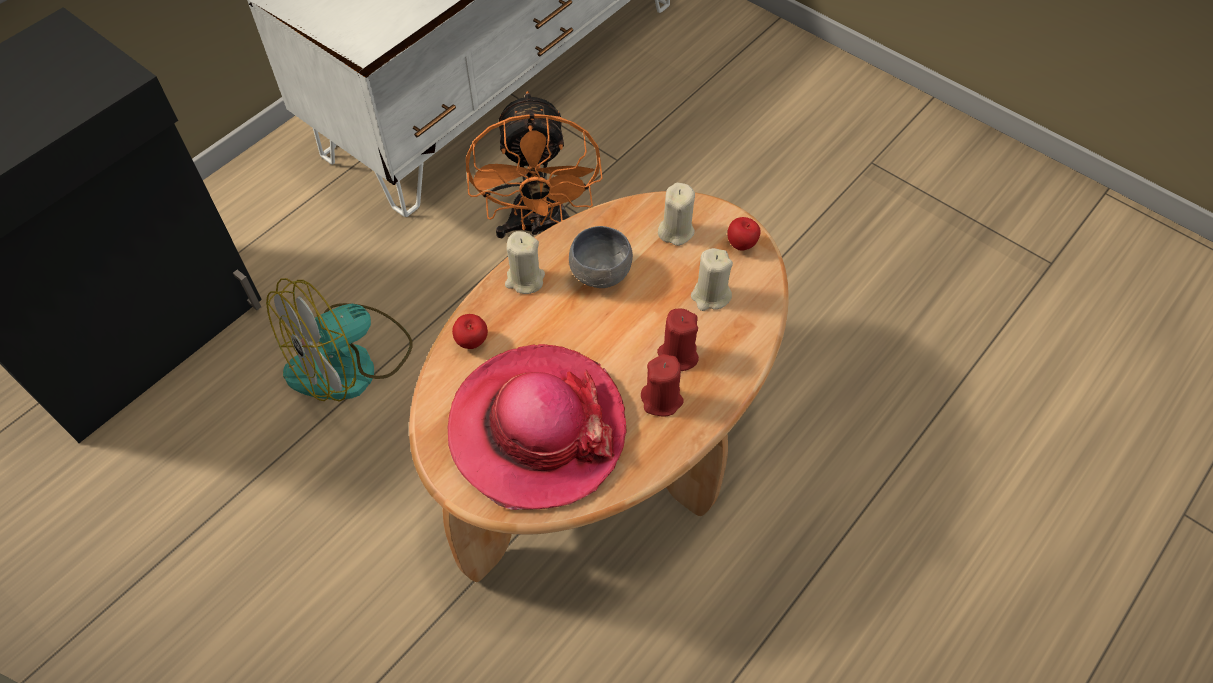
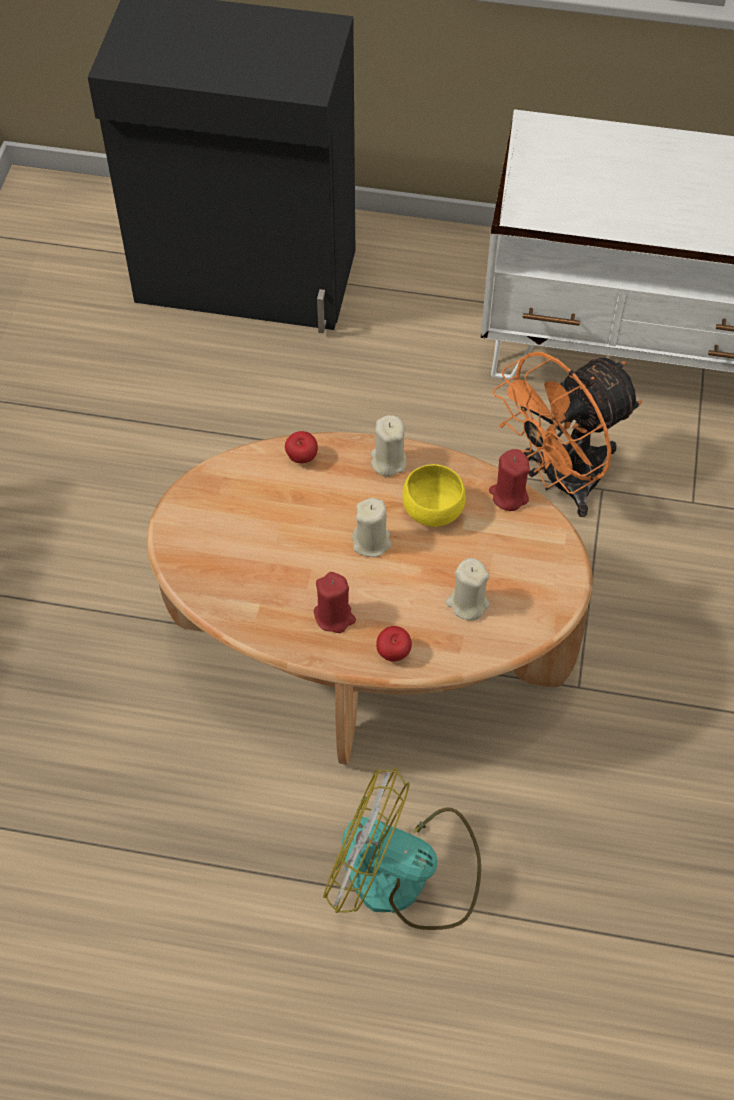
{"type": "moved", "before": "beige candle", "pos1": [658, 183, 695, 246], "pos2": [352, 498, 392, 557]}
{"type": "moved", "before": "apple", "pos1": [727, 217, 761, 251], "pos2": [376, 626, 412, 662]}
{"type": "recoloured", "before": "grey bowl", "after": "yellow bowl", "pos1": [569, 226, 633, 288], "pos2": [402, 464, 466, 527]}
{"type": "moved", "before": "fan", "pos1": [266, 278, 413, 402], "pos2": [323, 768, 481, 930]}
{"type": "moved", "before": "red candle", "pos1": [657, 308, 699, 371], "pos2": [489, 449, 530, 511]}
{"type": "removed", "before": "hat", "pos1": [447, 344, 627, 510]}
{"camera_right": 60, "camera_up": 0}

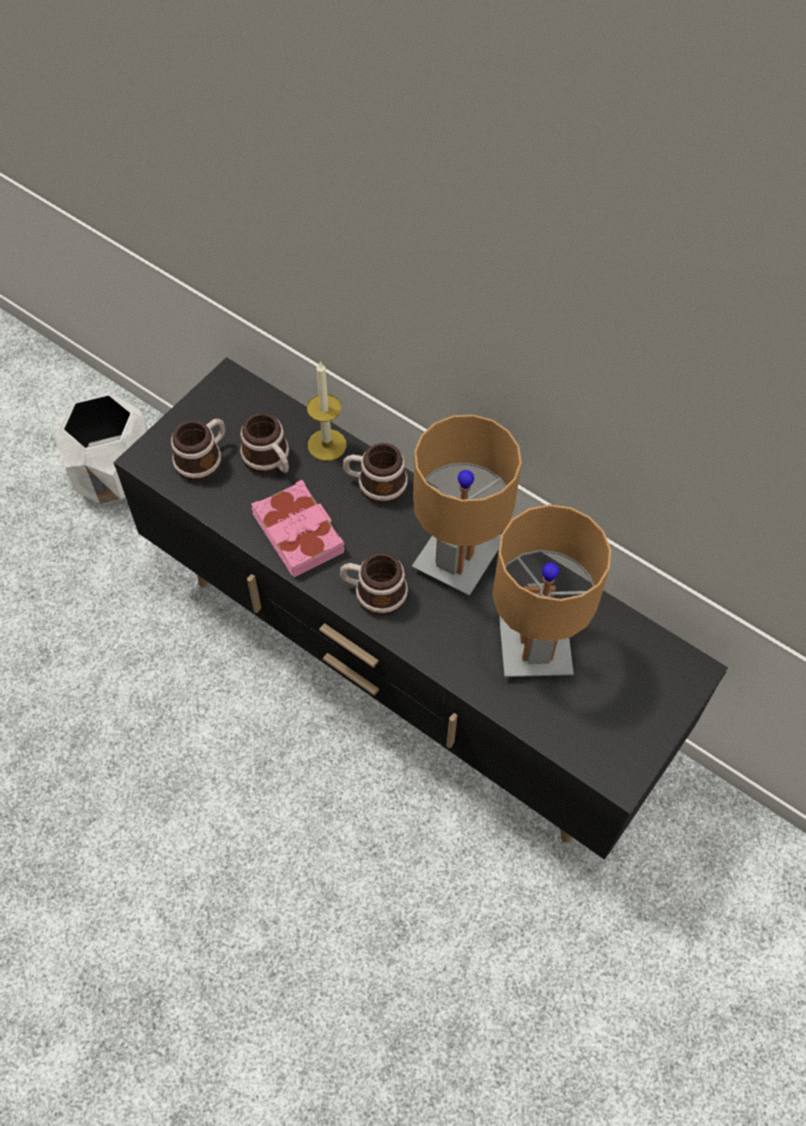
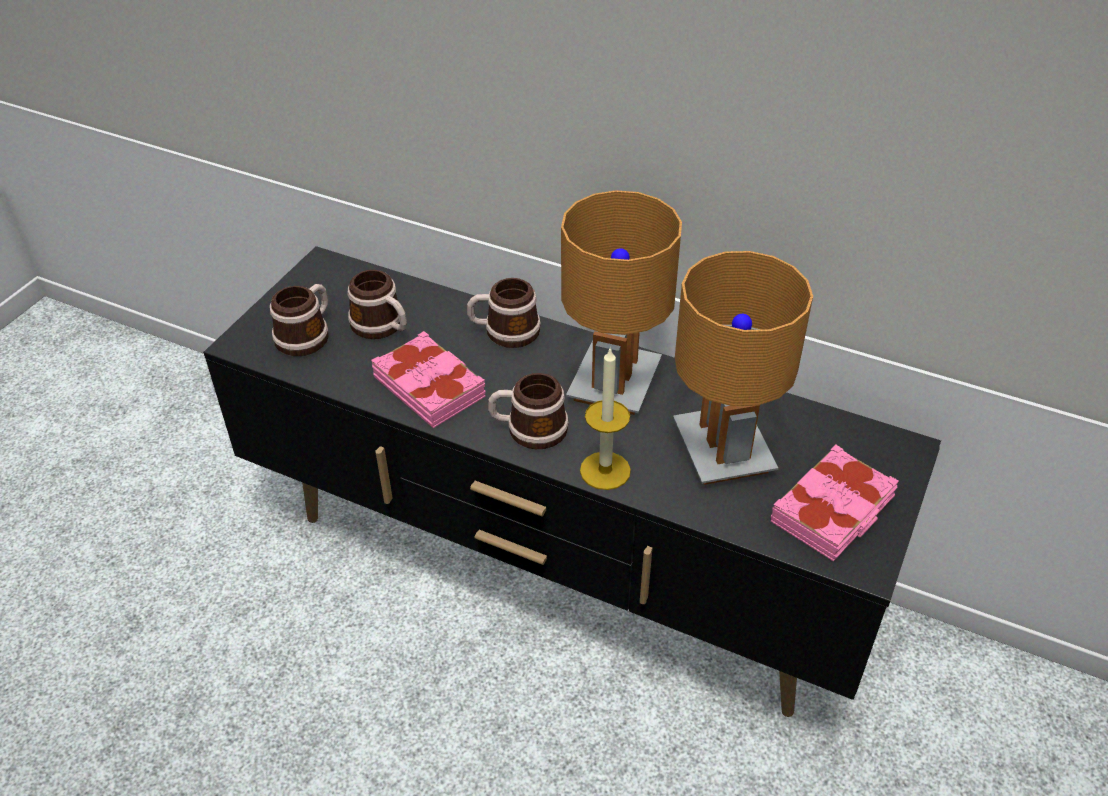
{"type": "moved", "before": "candle", "pos1": [307, 361, 346, 461], "pos2": [580, 347, 631, 490]}
{"type": "removed", "before": "white planter", "pos1": [56, 394, 148, 504]}
{"type": "added", "after": "pink book", "pos2": [771, 444, 899, 562]}
{"camera_right": -10, "camera_up": -15}

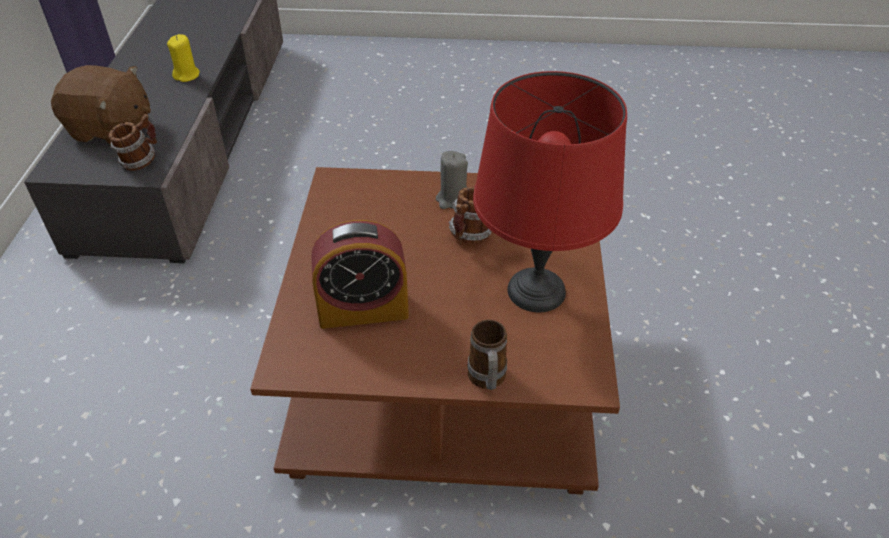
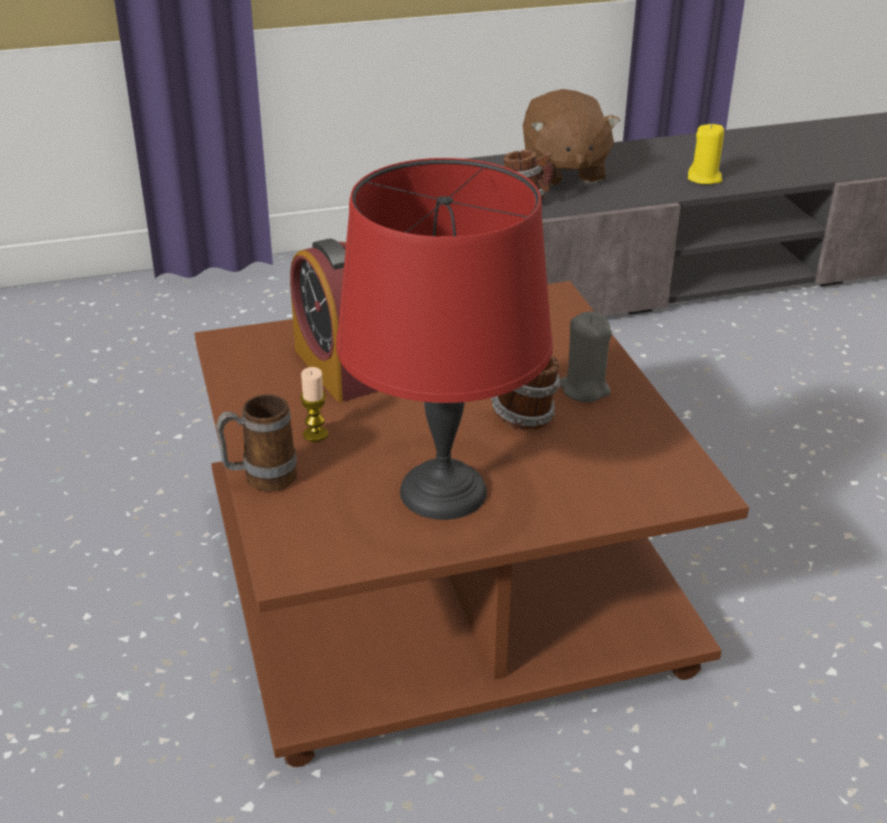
{"type": "added", "after": "candle", "pos2": [300, 367, 328, 442]}
{"camera_right": 70, "camera_up": -10}

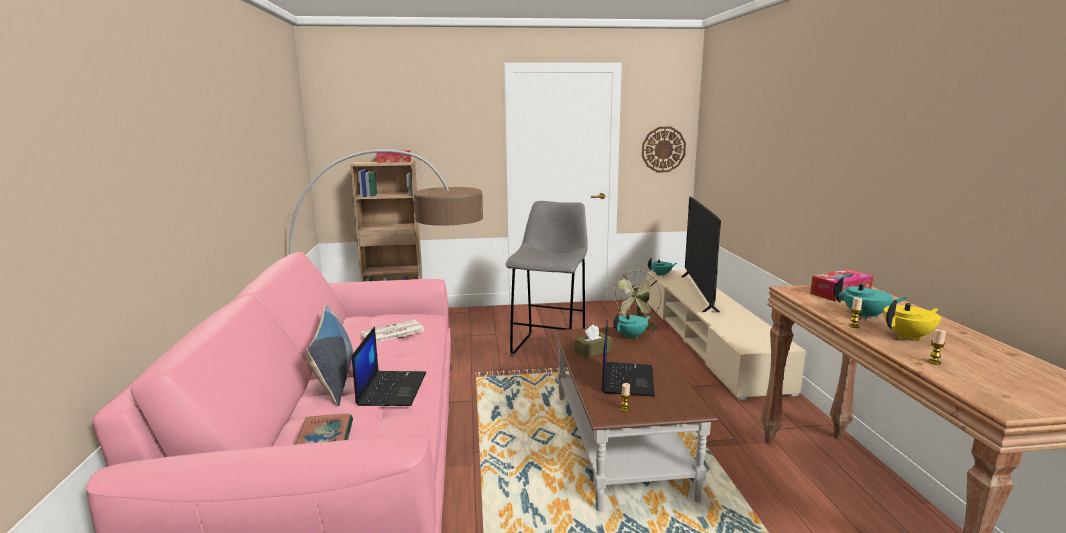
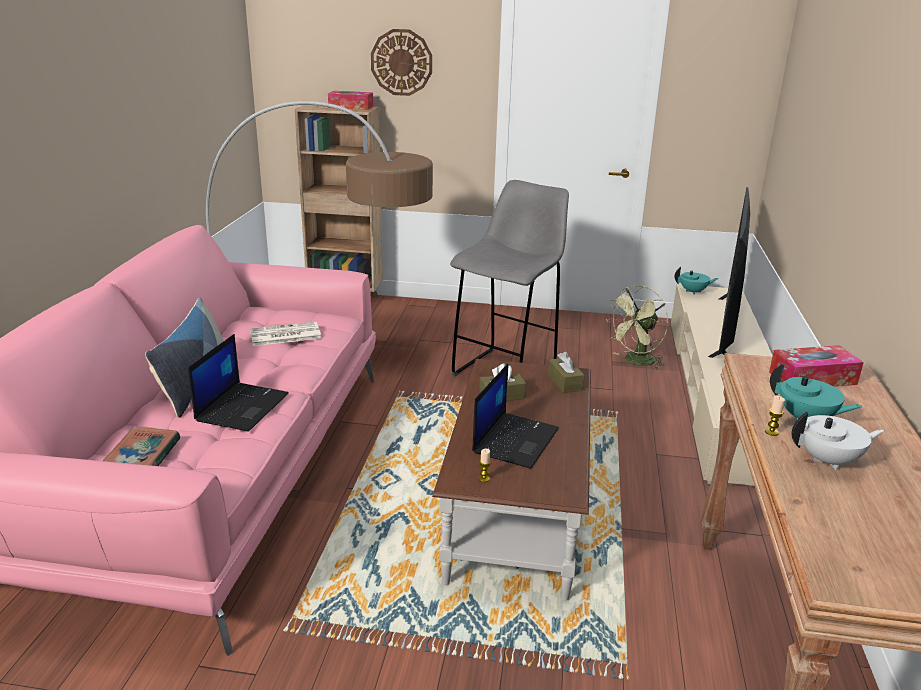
{"type": "moved", "before": "wall clock", "pos1": [642, 127, 686, 173], "pos2": [371, 29, 432, 96]}
{"type": "recoloured", "before": "yellow teapot", "after": "white teapot", "pos1": [884, 300, 941, 342], "pos2": [792, 412, 884, 471]}
{"type": "replaced", "before": "turquoise teapot", "after": "brown tissue box", "pos1": [613, 313, 650, 339], "pos2": [548, 352, 585, 393]}
{"type": "removed", "before": "candle", "pos1": [927, 329, 946, 365]}
{"camera_right": 15, "camera_up": 10}

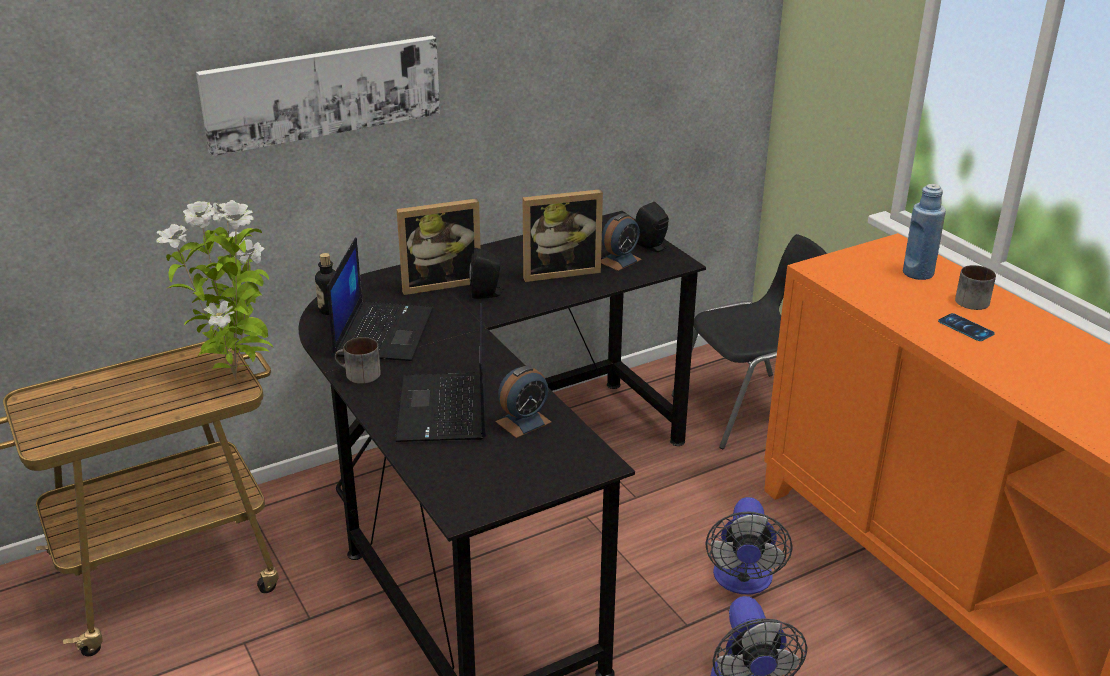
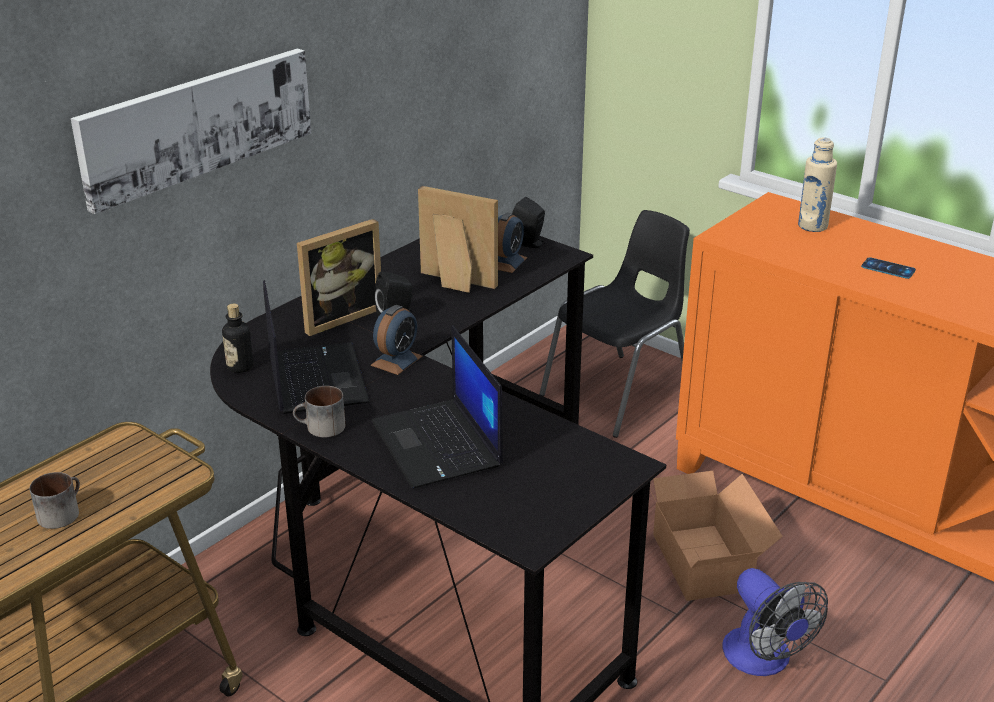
{"type": "recoloured", "before": "blue bottle", "after": "beige bottle", "pos1": [903, 184, 946, 280], "pos2": [798, 137, 837, 232]}
{"type": "turned", "before": "picture frame", "pos1": [522, 189, 603, 282], "pos2": [418, 186, 498, 293], "turn": -120}
{"type": "removed", "before": "potted plant", "pos1": [156, 200, 274, 380]}
{"type": "moved", "before": "mug", "pos1": [955, 265, 996, 310], "pos2": [30, 472, 80, 529]}
{"type": "moved", "before": "alarm clock", "pos1": [496, 366, 552, 438], "pos2": [371, 305, 422, 375]}
{"type": "replaced", "before": "fan", "after": "cardboard box", "pos1": [706, 497, 793, 594], "pos2": [650, 471, 783, 601]}
{"camera_right": -20, "camera_up": 0}

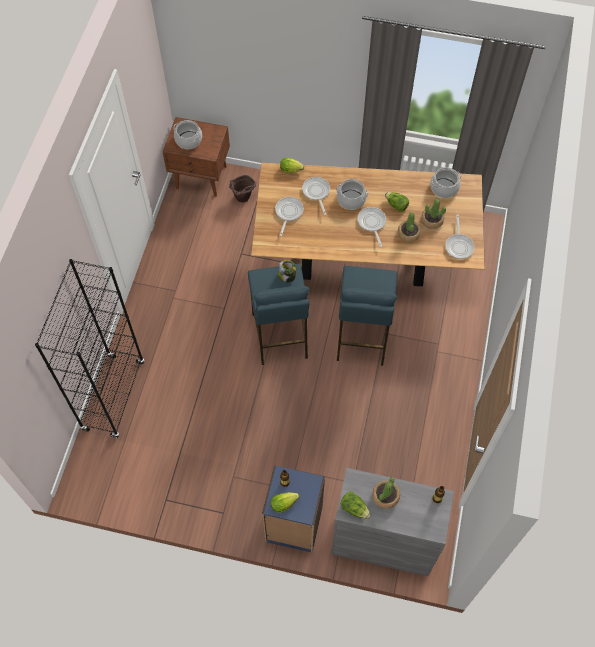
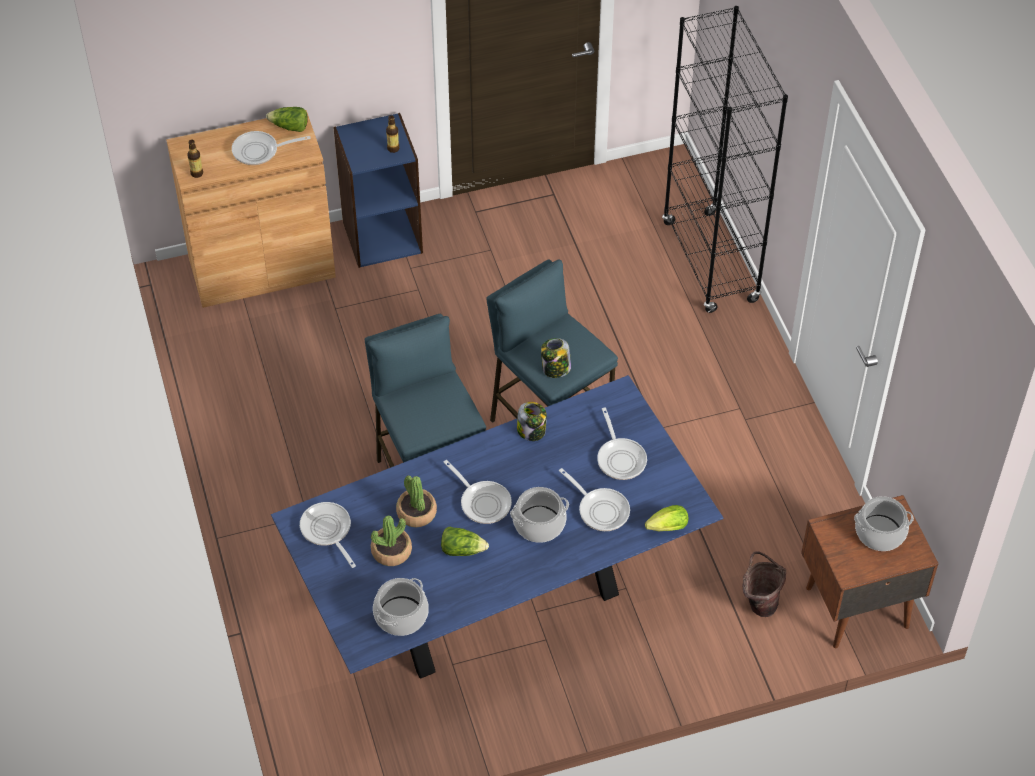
{"type": "recoloured", "before": "brown dining table", "after": "blue dining table", "pos1": [251, 163, 485, 286], "pos2": [271, 375, 724, 679]}
{"type": "recoloured", "before": "grey cabinet", "after": "brown cabinet", "pos1": [331, 468, 454, 576], "pos2": [166, 110, 336, 308]}
{"type": "replaced", "before": "potted plant", "after": "frying pan", "pos1": [372, 477, 400, 509], "pos2": [232, 131, 311, 165]}
{"type": "removed", "before": "lettuce", "pos1": [271, 492, 299, 513]}
{"type": "added", "after": "jar", "pos2": [517, 402, 547, 441]}
{"camera_right": 150, "camera_up": -10}

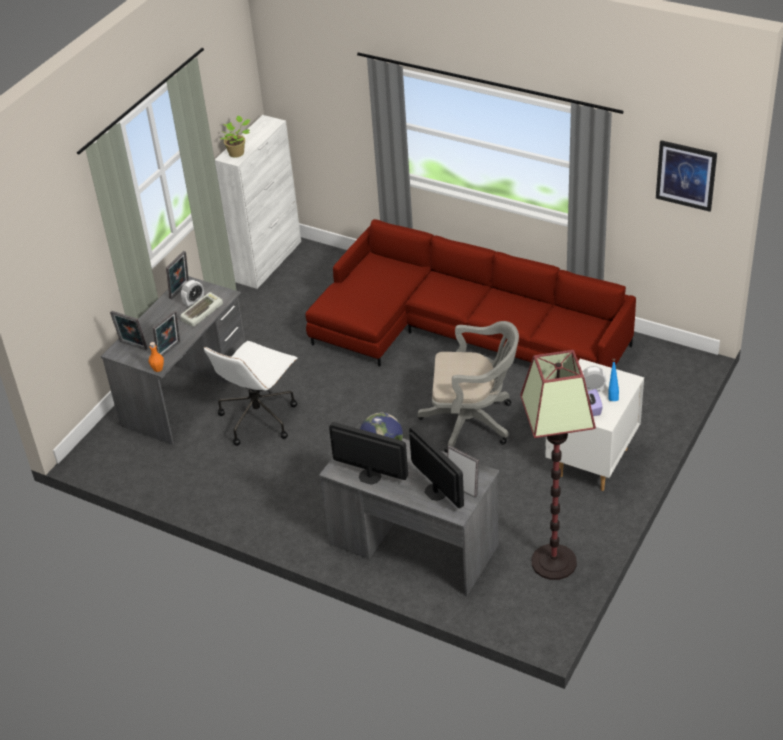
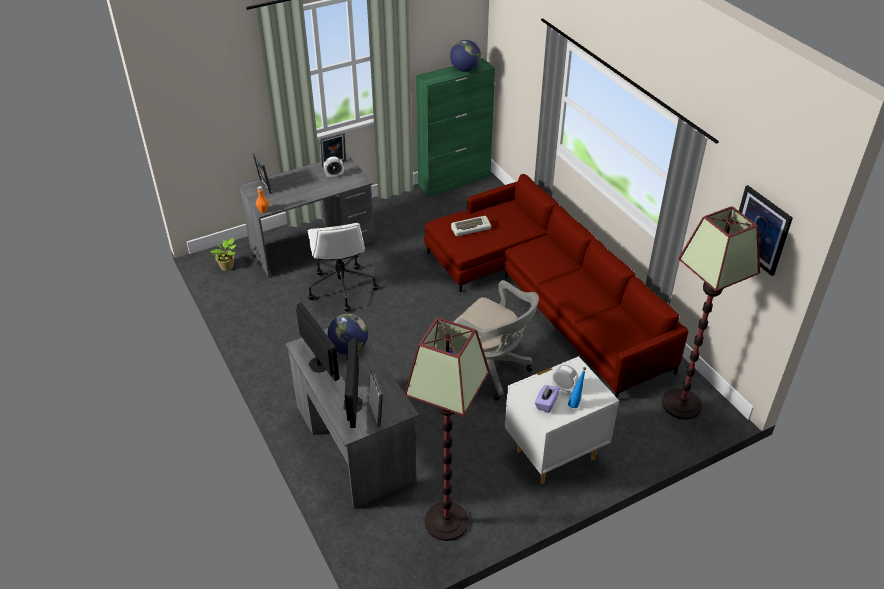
{"type": "recoloured", "before": "white cabinet", "after": "green cabinet", "pos1": [215, 115, 301, 289], "pos2": [416, 58, 495, 196]}
{"type": "moved", "before": "potted plant", "pos1": [220, 116, 250, 158], "pos2": [210, 238, 236, 271]}
{"type": "moved", "before": "keyboard", "pos1": [180, 292, 223, 327], "pos2": [451, 216, 491, 236]}
{"type": "removed", "before": "picture frame", "pos1": [152, 310, 180, 356]}
{"type": "turned", "before": "white office chair", "pos1": [204, 341, 297, 446], "pos2": [308, 223, 379, 312], "turn": -75}
{"type": "added", "after": "globe", "pos2": [450, 40, 481, 72]}
{"type": "added", "after": "floor lamp", "pos2": [662, 206, 760, 420]}
{"camera_right": 30, "camera_up": 0}

